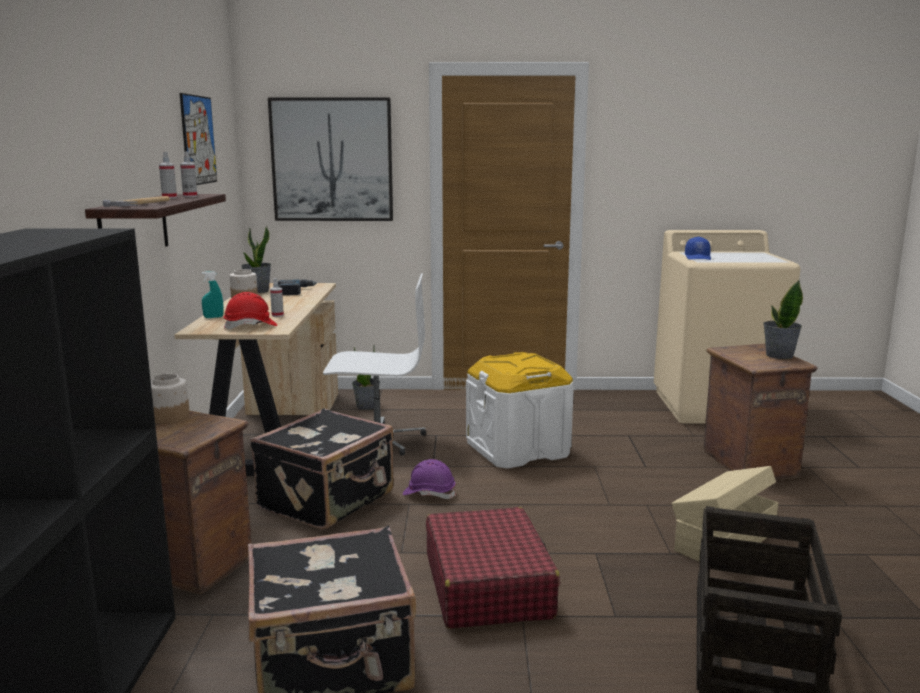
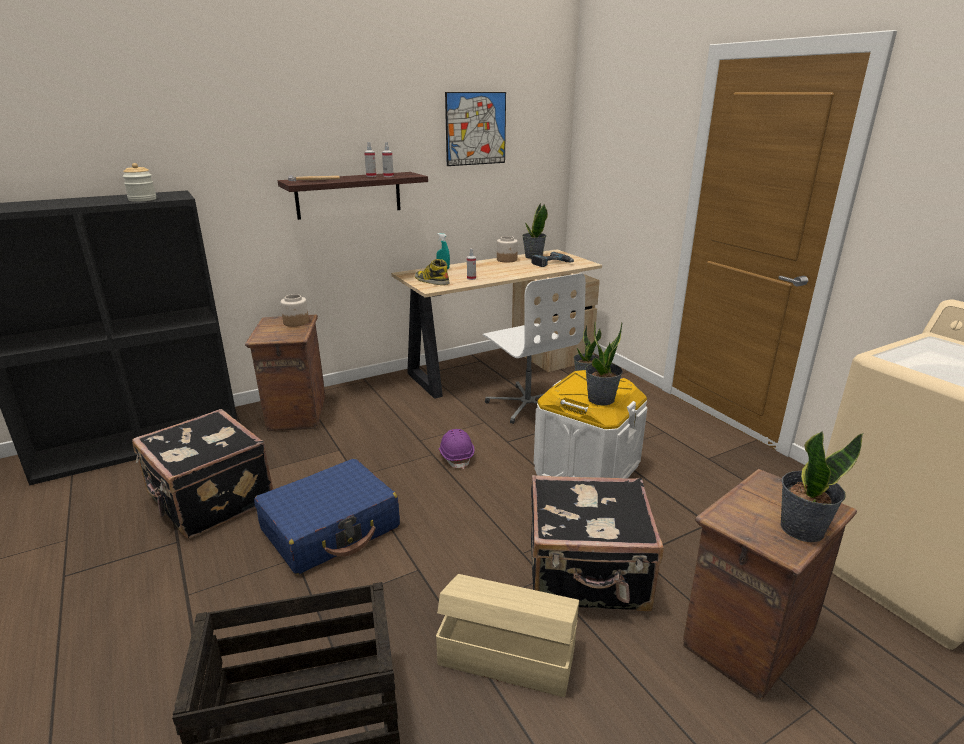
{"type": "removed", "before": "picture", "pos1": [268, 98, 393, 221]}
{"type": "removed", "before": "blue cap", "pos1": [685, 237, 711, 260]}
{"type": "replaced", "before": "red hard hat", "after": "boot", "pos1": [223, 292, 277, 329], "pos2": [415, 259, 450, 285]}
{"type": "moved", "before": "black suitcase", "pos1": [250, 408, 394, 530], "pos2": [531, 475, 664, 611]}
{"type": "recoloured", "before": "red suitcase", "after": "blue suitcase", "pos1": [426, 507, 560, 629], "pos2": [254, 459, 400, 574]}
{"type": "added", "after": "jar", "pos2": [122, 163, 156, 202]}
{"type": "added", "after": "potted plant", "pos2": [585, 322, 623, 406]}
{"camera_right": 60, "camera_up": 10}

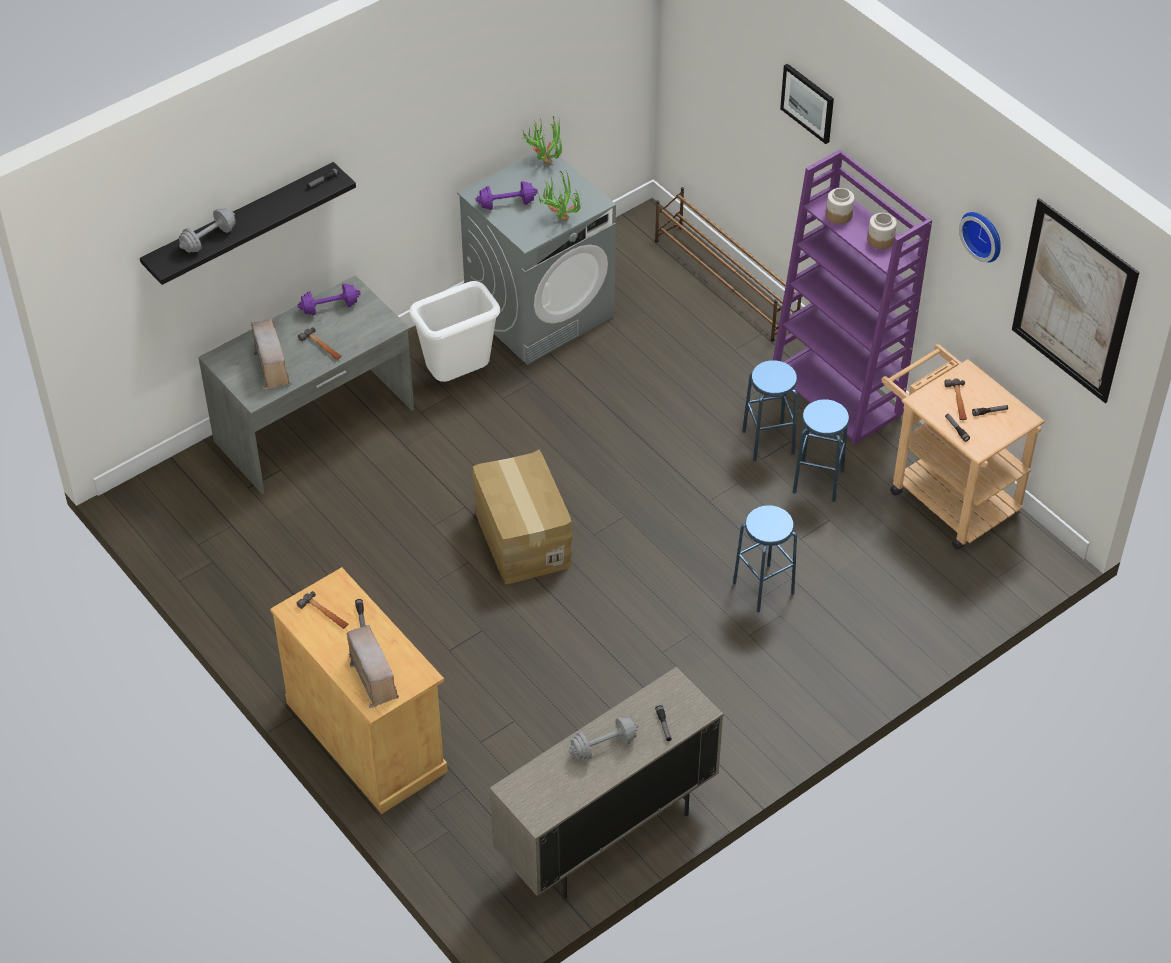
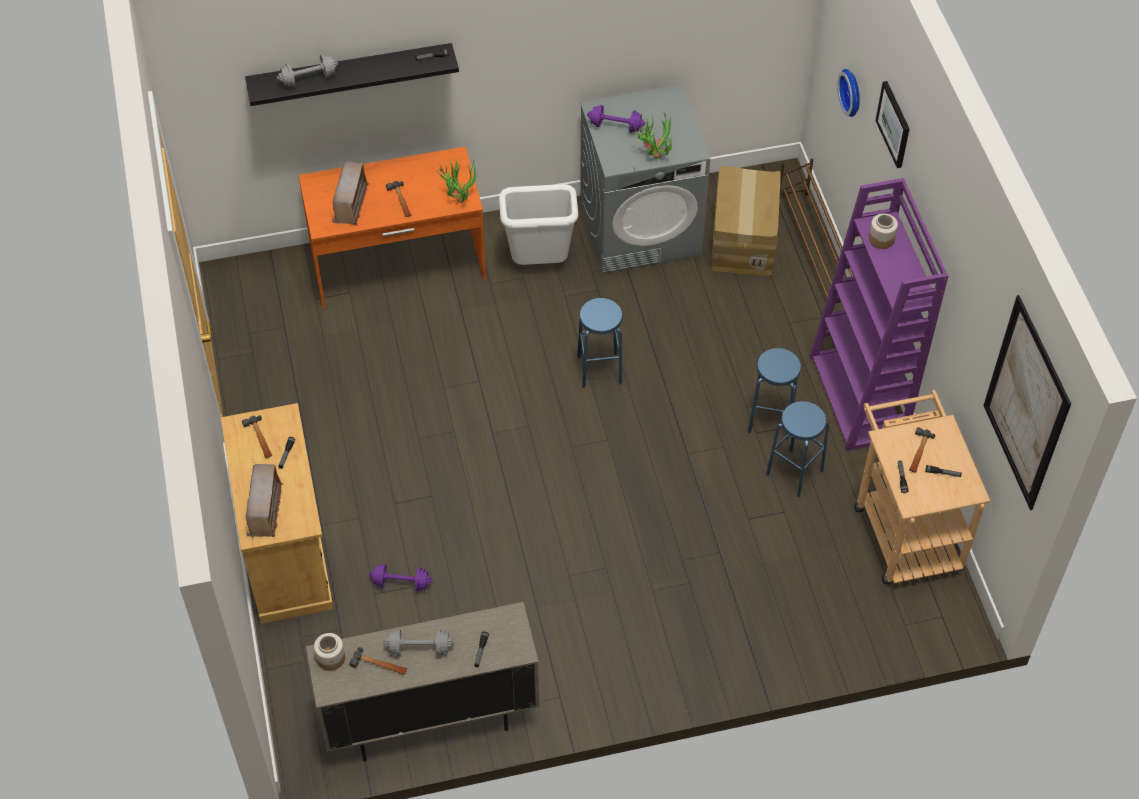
{"type": "moved", "before": "potted plant", "pos1": [522, 116, 562, 164], "pos2": [438, 160, 478, 203]}
{"type": "moved", "before": "wall clock", "pos1": [959, 212, 1000, 262], "pos2": [837, 69, 860, 117]}
{"type": "moved", "before": "jar", "pos1": [868, 213, 897, 249], "pos2": [314, 633, 345, 671]}
{"type": "recoloured", "before": "grey desk", "after": "orange desk", "pos1": [198, 275, 414, 494], "pos2": [299, 147, 486, 309]}
{"type": "moved", "before": "purple dumbbell", "pos1": [298, 283, 361, 315], "pos2": [369, 564, 433, 591]}
{"type": "moved", "before": "cardboard box", "pos1": [472, 450, 573, 584], "pos2": [711, 166, 781, 276]}
{"type": "moved", "before": "blue stool", "pos1": [733, 505, 797, 612], "pos2": [577, 298, 623, 388]}
{"type": "added", "after": "hammer", "pos2": [349, 647, 407, 675]}
{"camera_right": 25, "camera_up": 5}

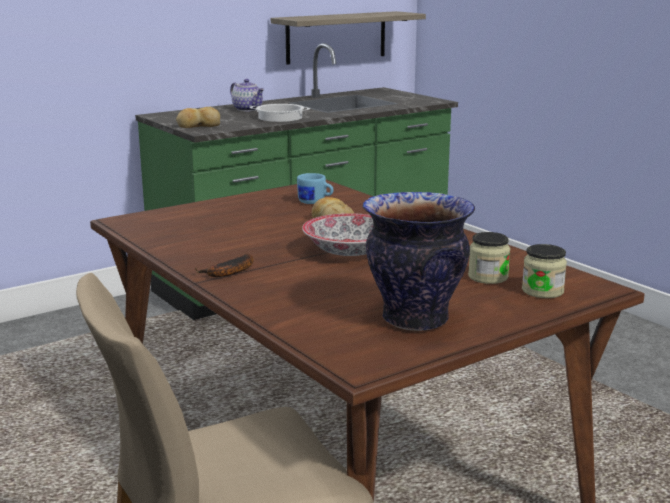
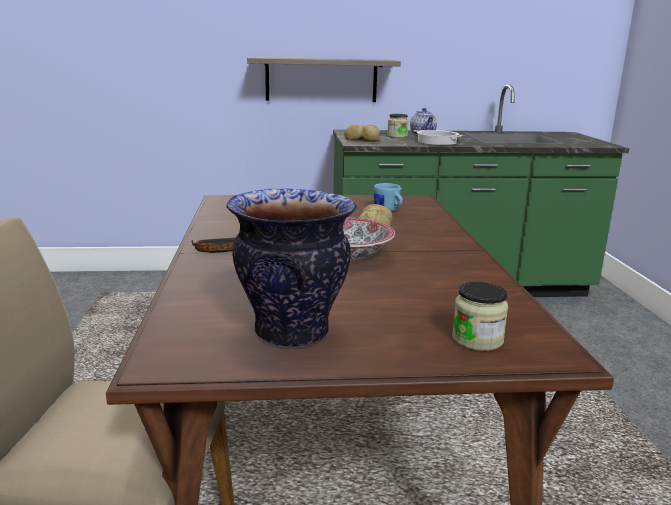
{"type": "moved", "before": "shelf", "pos1": [271, 11, 426, 65], "pos2": [247, 57, 401, 102]}
{"type": "moved", "before": "jar", "pos1": [468, 232, 510, 284], "pos2": [387, 114, 408, 138]}
{"camera_right": 30, "camera_up": 0}

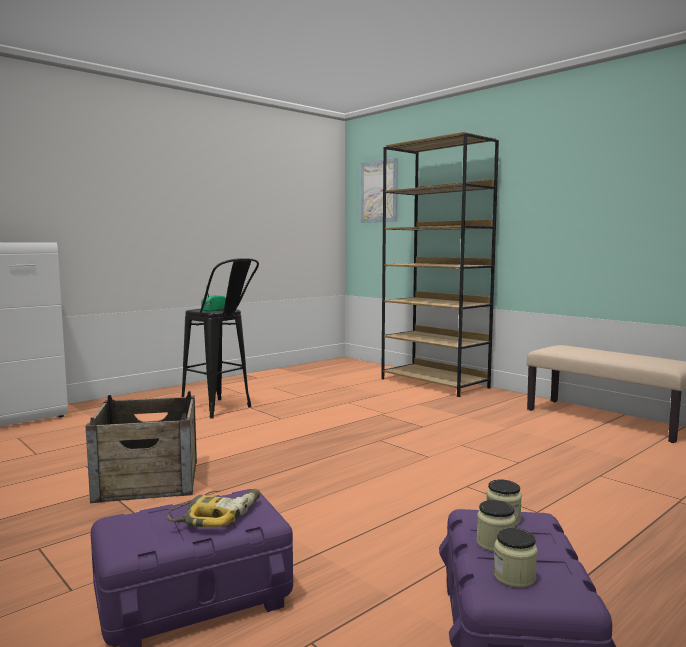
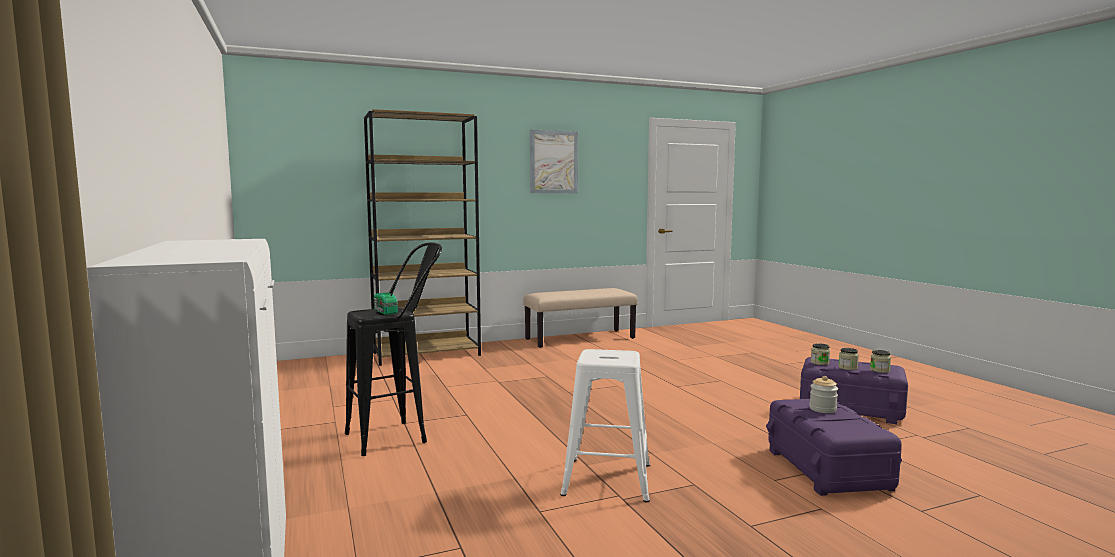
{"type": "moved", "before": "picture", "pos1": [361, 158, 398, 223], "pos2": [530, 129, 578, 193]}
{"type": "replaced", "before": "crate", "after": "white stool", "pos1": [86, 391, 197, 503], "pos2": [560, 349, 650, 502]}
{"type": "replaced", "before": "power drill", "after": "jar", "pos1": [166, 489, 260, 527], "pos2": [809, 376, 838, 413]}
{"camera_right": -70, "camera_up": 0}

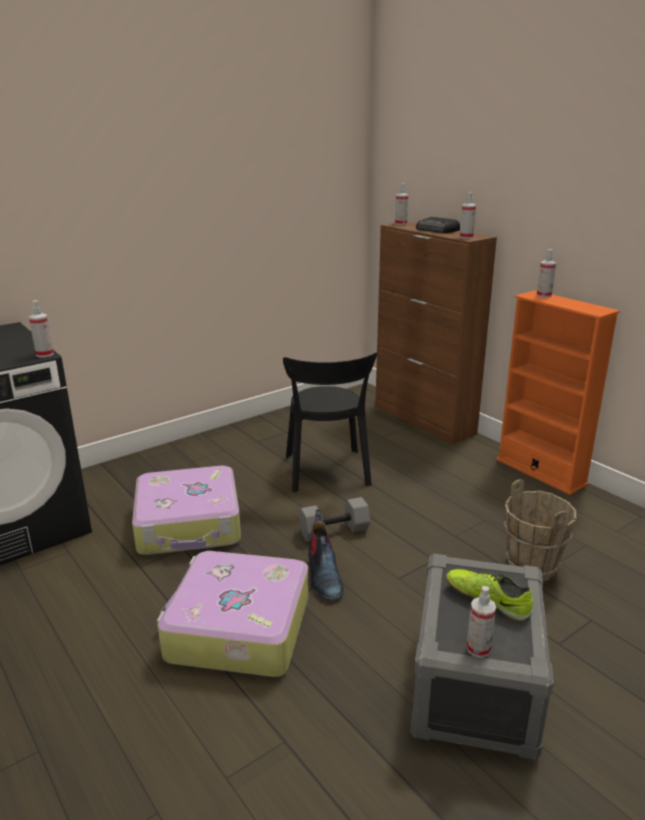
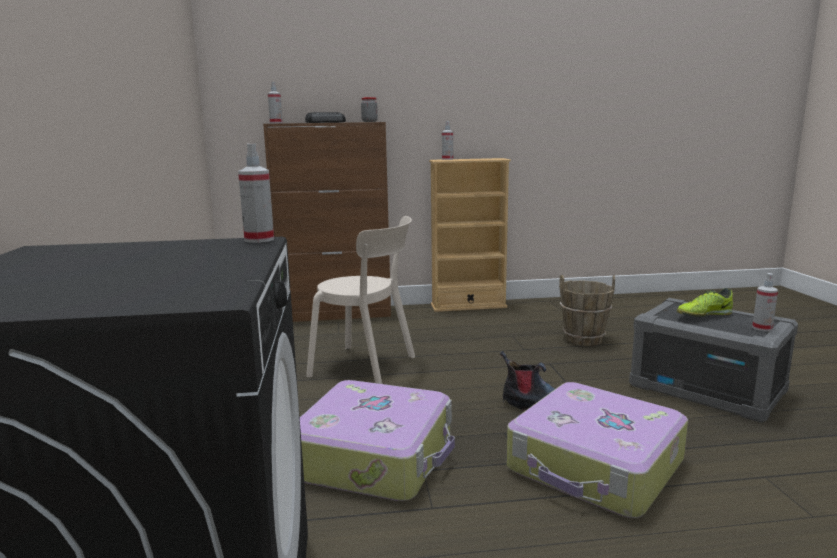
{"type": "replaced", "before": "spray bottle", "after": "jar", "pos1": [460, 192, 476, 239], "pos2": [361, 97, 378, 122]}
{"type": "recoloured", "before": "orange bookcase", "after": "beige bookcase", "pos1": [496, 291, 620, 495], "pos2": [429, 158, 511, 312]}
{"type": "recoloured", "before": "black chair", "after": "beige chair", "pos1": [283, 352, 377, 492], "pos2": [306, 216, 415, 384]}
{"type": "removed", "before": "grey dumbbell", "pos1": [299, 497, 370, 542]}
{"camera_right": -60, "camera_up": -10}

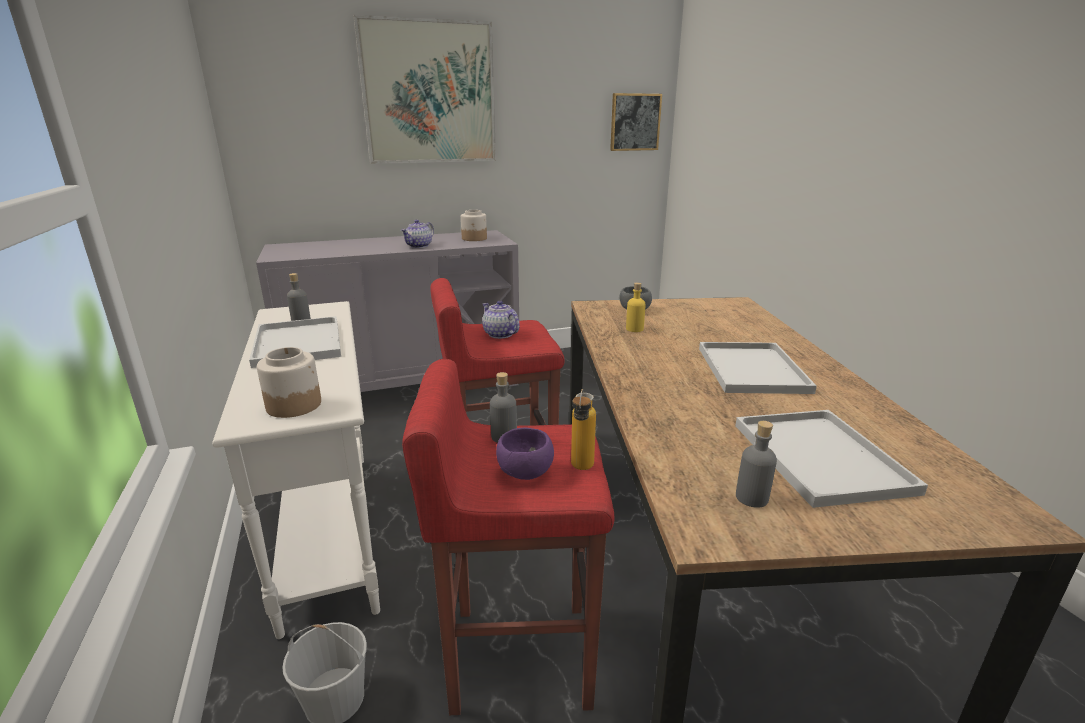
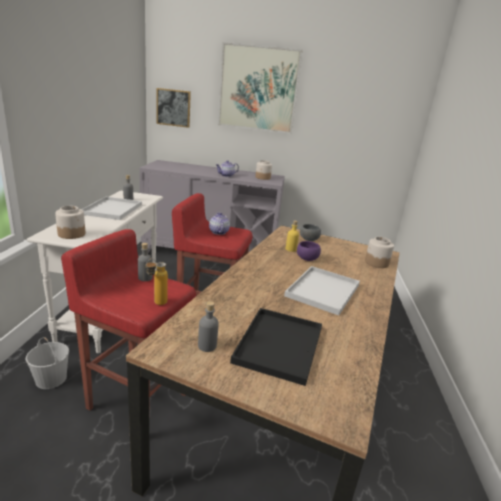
{"type": "moved", "before": "picture", "pos1": [610, 93, 662, 151], "pos2": [157, 88, 191, 128]}
{"type": "recoloured", "before": "white tray", "after": "black tray", "pos1": [735, 410, 928, 508], "pos2": [230, 308, 322, 386]}
{"type": "moved", "before": "purple bowl", "pos1": [496, 428, 554, 480], "pos2": [297, 241, 321, 261]}
{"type": "added", "after": "jar", "pos2": [365, 237, 394, 268]}
{"camera_right": 25, "camera_up": 0}

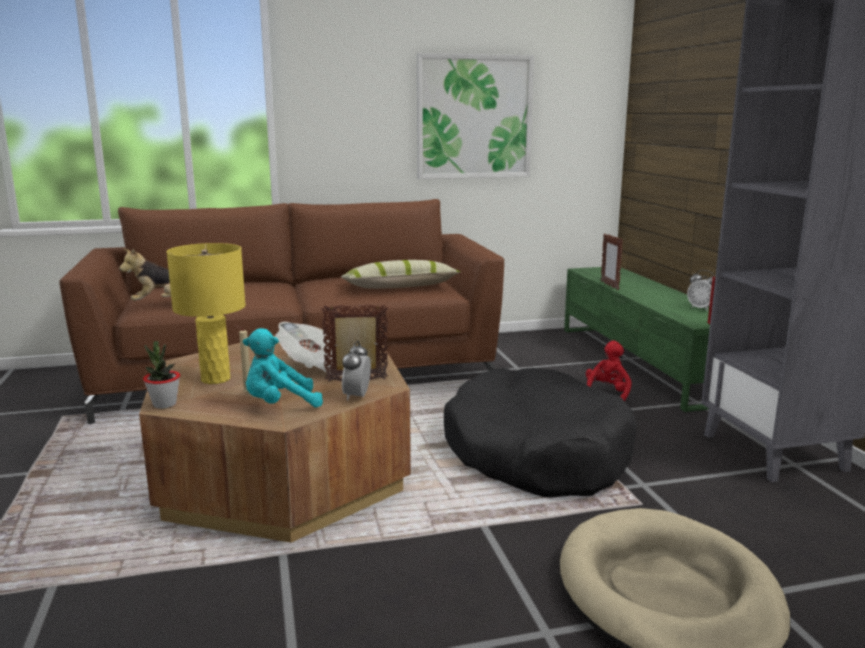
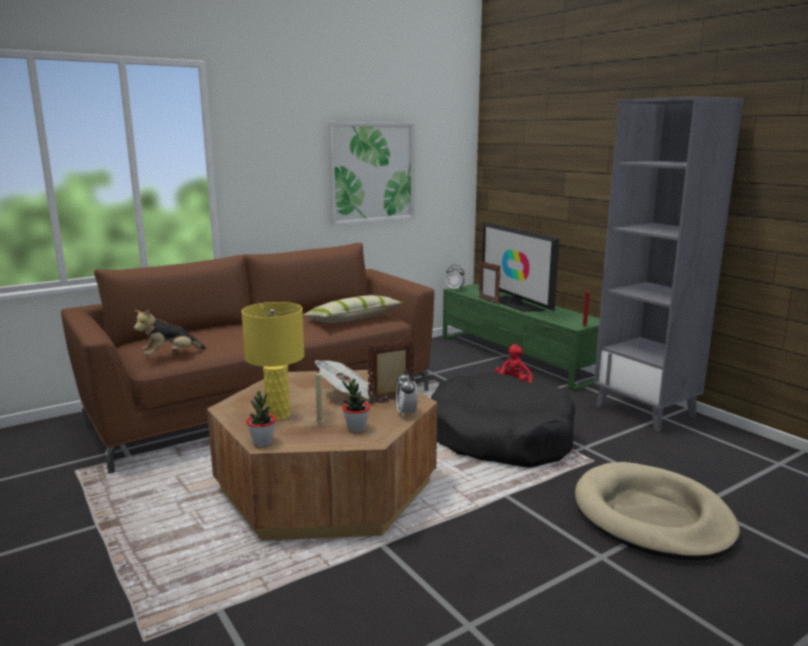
{"type": "moved", "before": "alarm clock", "pos1": [687, 270, 715, 311], "pos2": [446, 265, 465, 290]}
{"type": "replaced", "before": "turquoise plush toy", "after": "potted plant", "pos1": [243, 328, 323, 408], "pos2": [342, 379, 370, 433]}
{"type": "added", "after": "television", "pos2": [482, 222, 559, 312]}
{"camera_right": -20, "camera_up": 0}

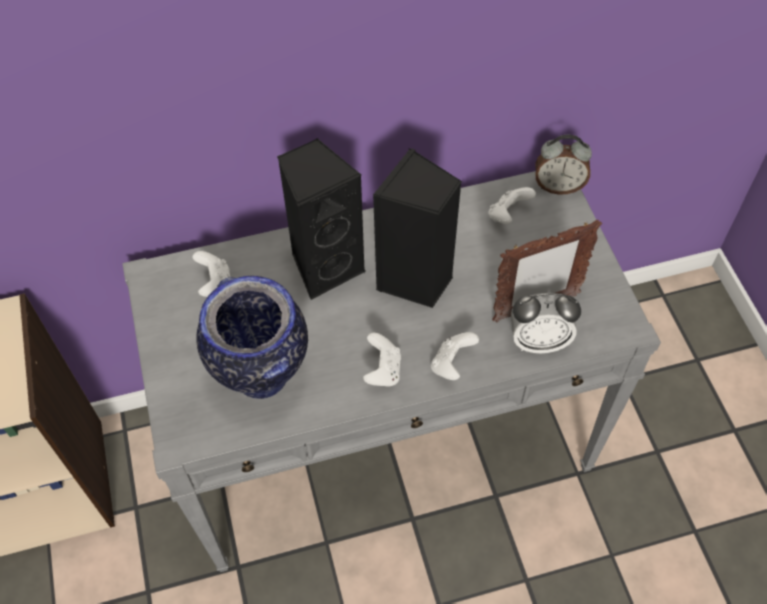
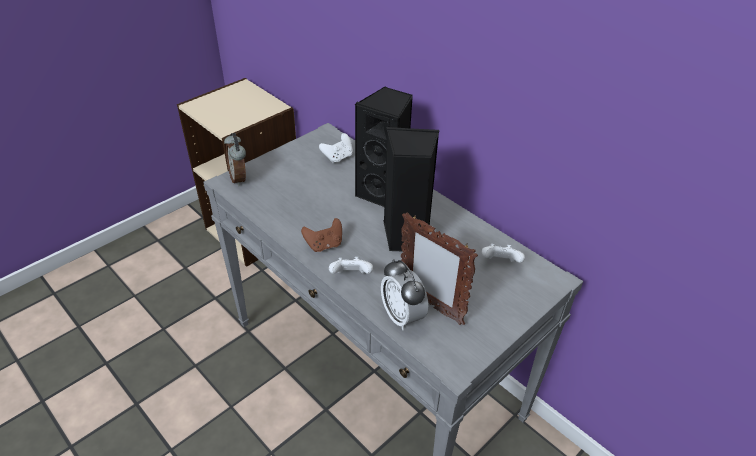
{"type": "moved", "before": "alarm clock", "pos1": [535, 135, 592, 195], "pos2": [224, 133, 246, 186]}
{"type": "removed", "before": "vase", "pos1": [196, 276, 308, 399]}
{"type": "recoloured", "before": "white game controller", "after": "brown game controller", "pos1": [363, 333, 401, 387], "pos2": [301, 218, 342, 252]}
{"camera_right": 60, "camera_up": -15}

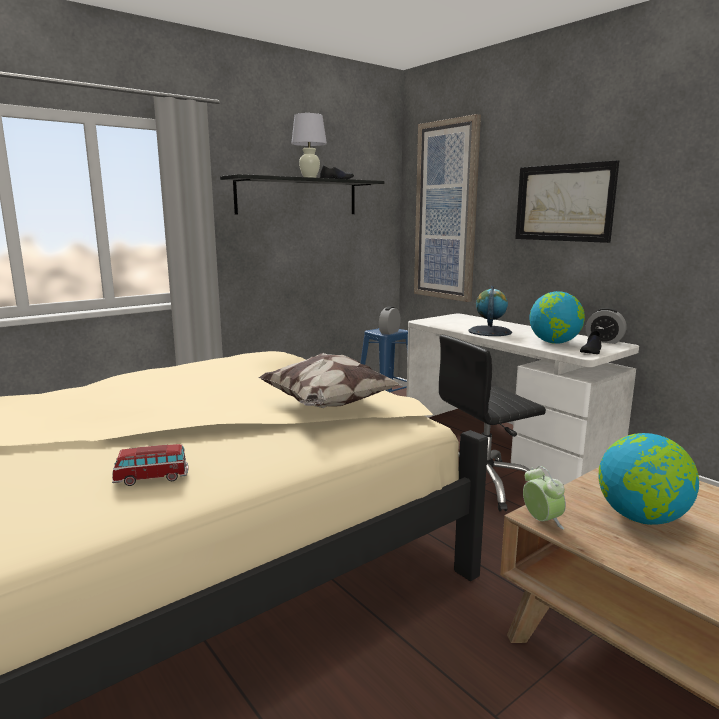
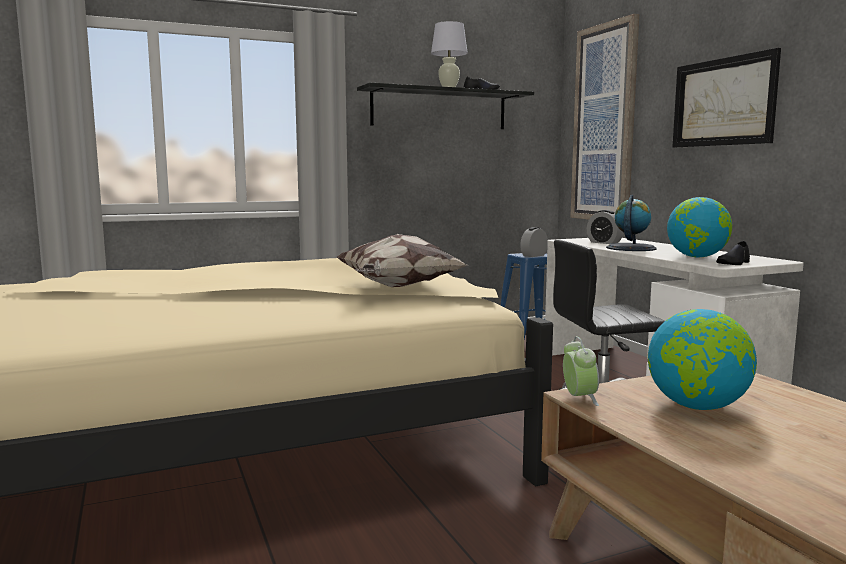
{"type": "moved", "before": "alarm clock", "pos1": [585, 308, 627, 344], "pos2": [587, 210, 624, 244]}
{"type": "removed", "before": "toy car", "pos1": [112, 444, 189, 486]}
{"camera_right": 15, "camera_up": -5}

